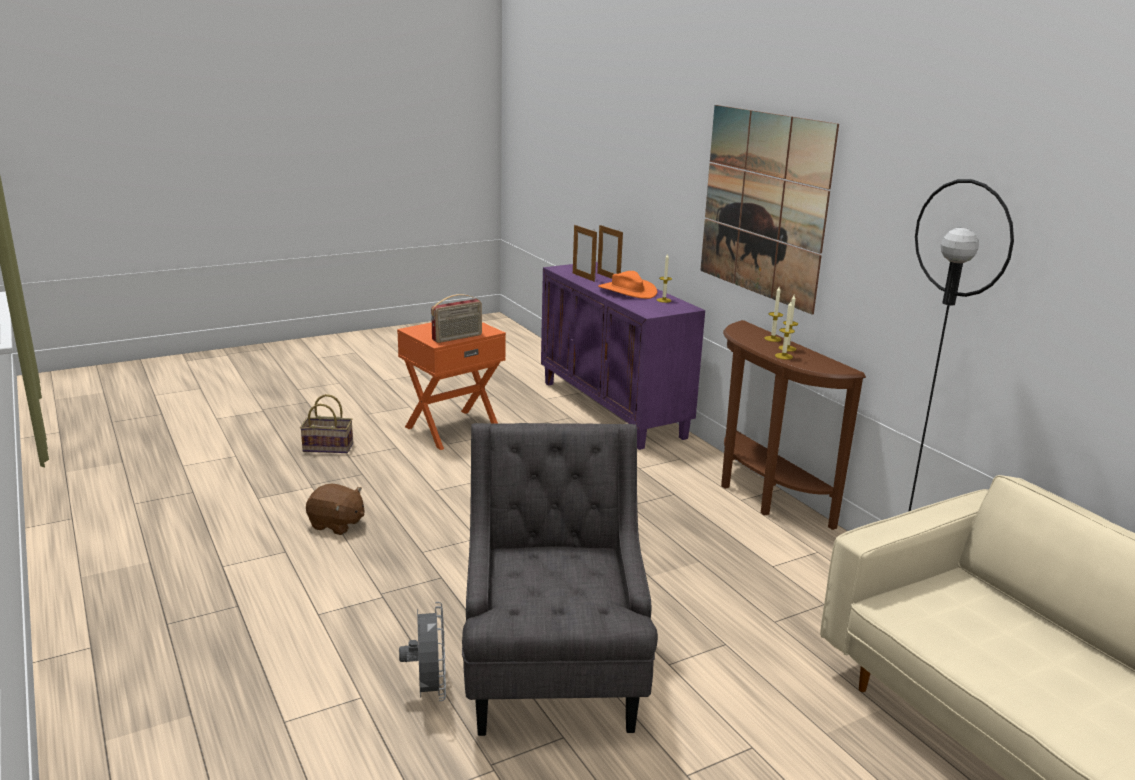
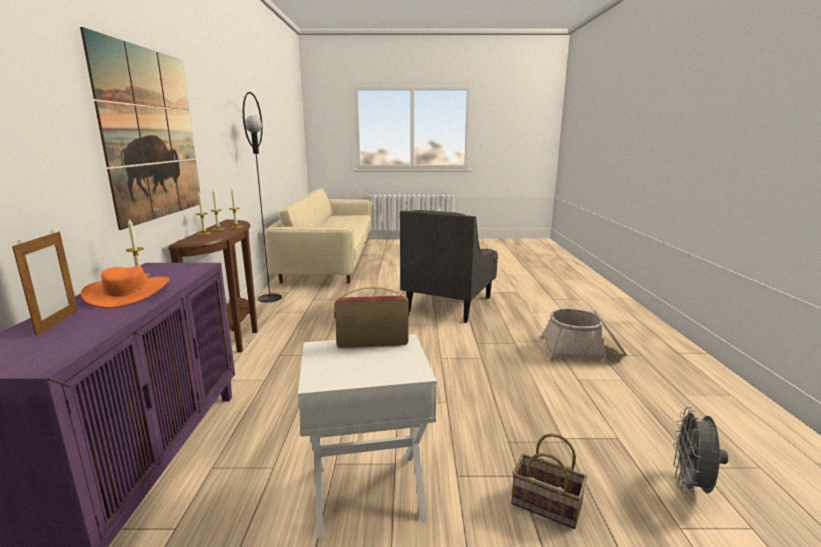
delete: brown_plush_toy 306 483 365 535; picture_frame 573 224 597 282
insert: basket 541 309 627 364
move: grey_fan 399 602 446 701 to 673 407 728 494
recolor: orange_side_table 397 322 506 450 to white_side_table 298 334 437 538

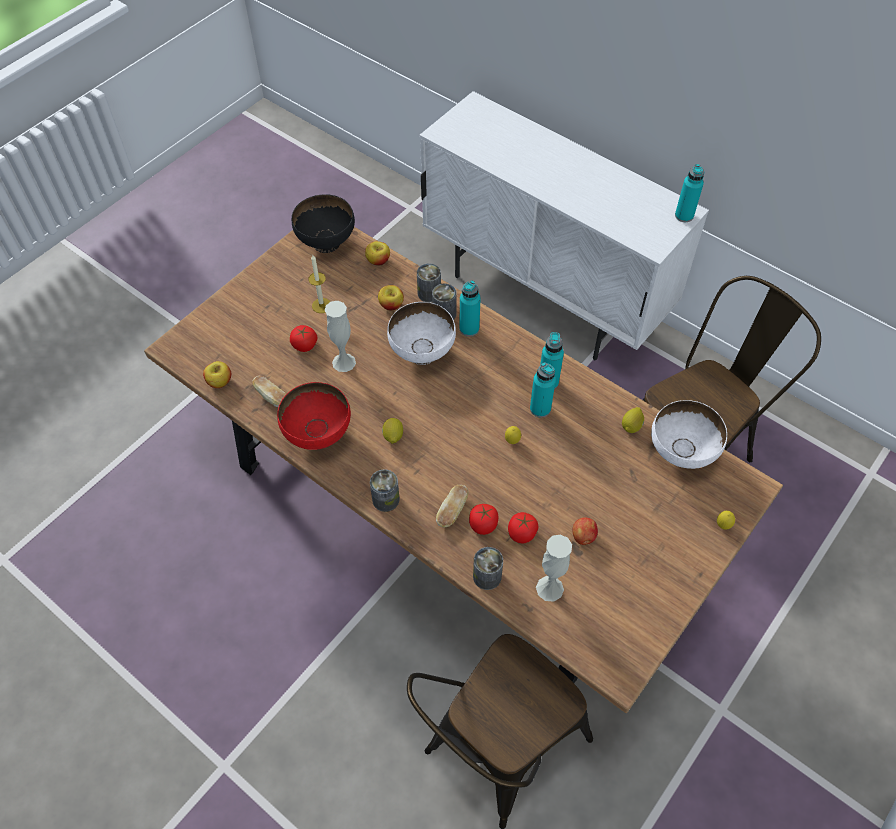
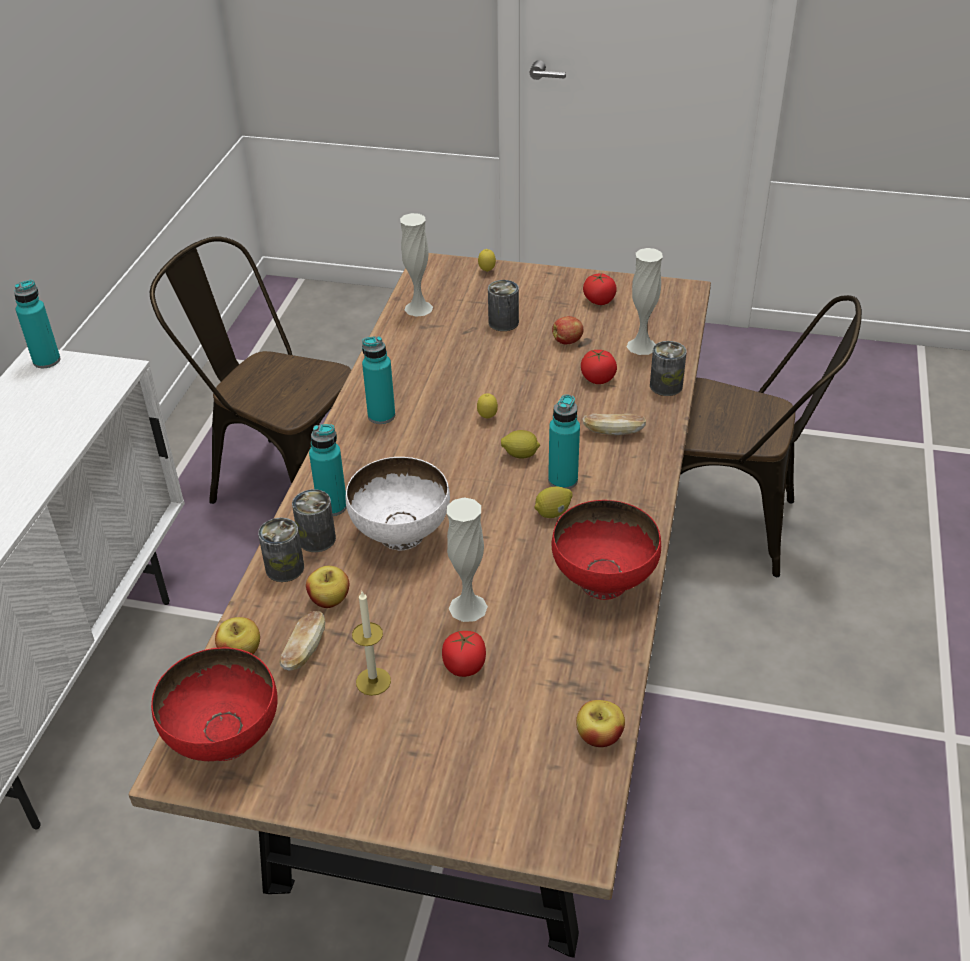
move: bread 252 376 286 407 to 279 611 325 671; can 370 469 400 512 to 488 280 519 331; tomato 469 504 498 535 to 583 273 617 305; turquoise_bottle 530 362 556 417 to 548 394 580 489; lemon 622 407 644 433 to 501 430 540 459
replace: white_bowl 651 400 727 469 to white_vase 400 213 433 317
recolor: black_bowl 292 194 355 253 to red_bowl 151 647 277 761

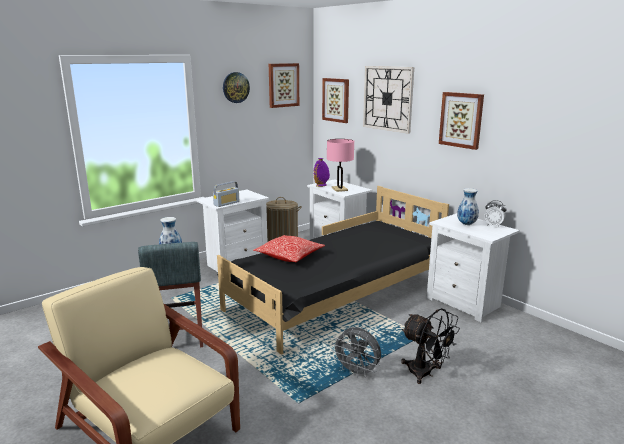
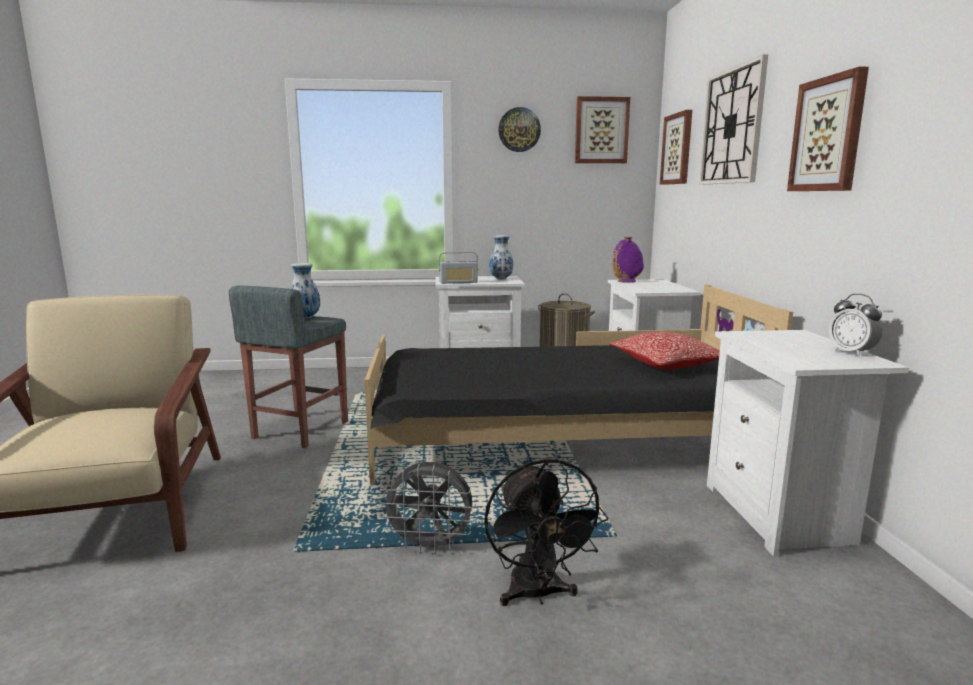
delete: pink_table_lamp 327 139 354 192
move: pillow 253 235 325 262 to 609 332 720 370; vase 457 188 479 225 to 489 235 513 279
rotate: grey_fan 331 327 381 378 = 379 462 476 555 60 degrees counterclockwise

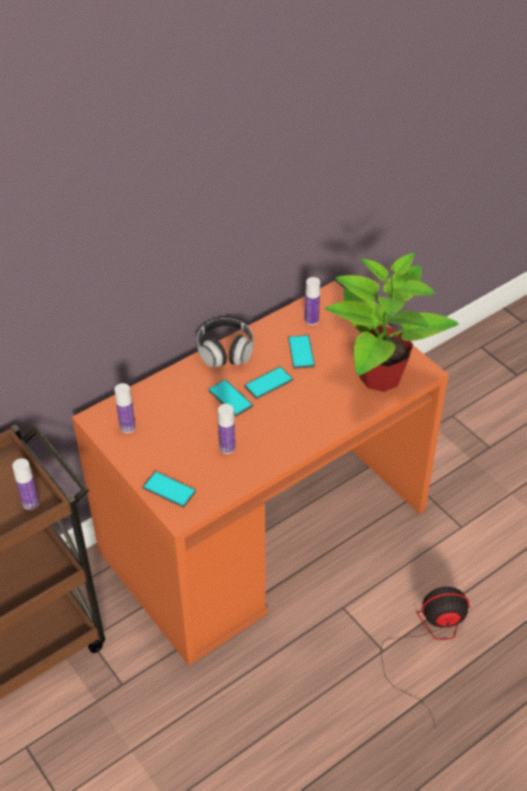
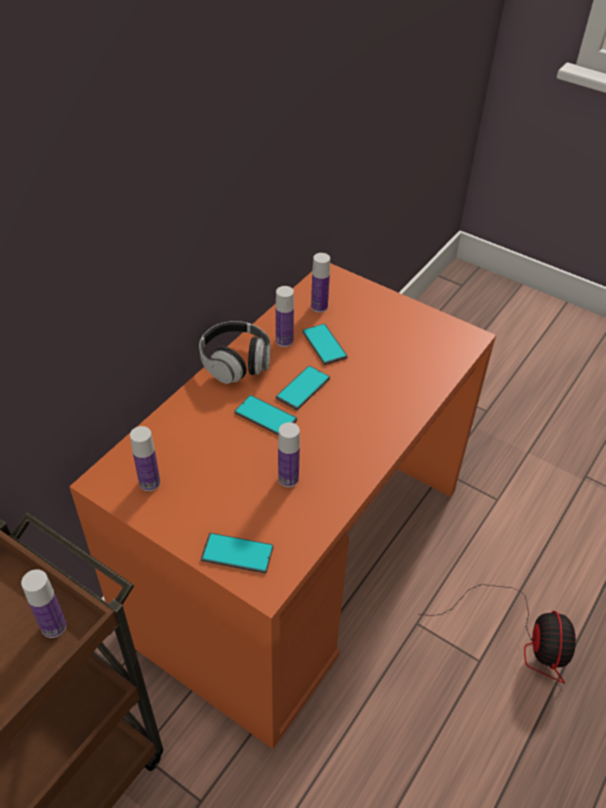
delete: potted_plant 325 253 459 392
insert: bottle 276 286 294 347
rotate: fan 380 587 470 729 = 419 584 576 684 120 degrees clockwise

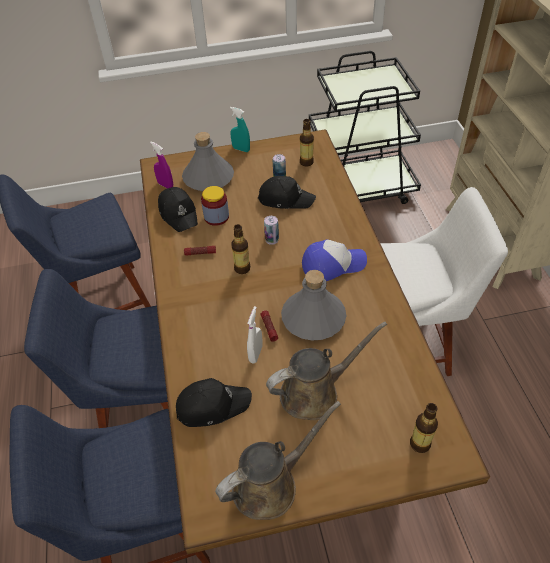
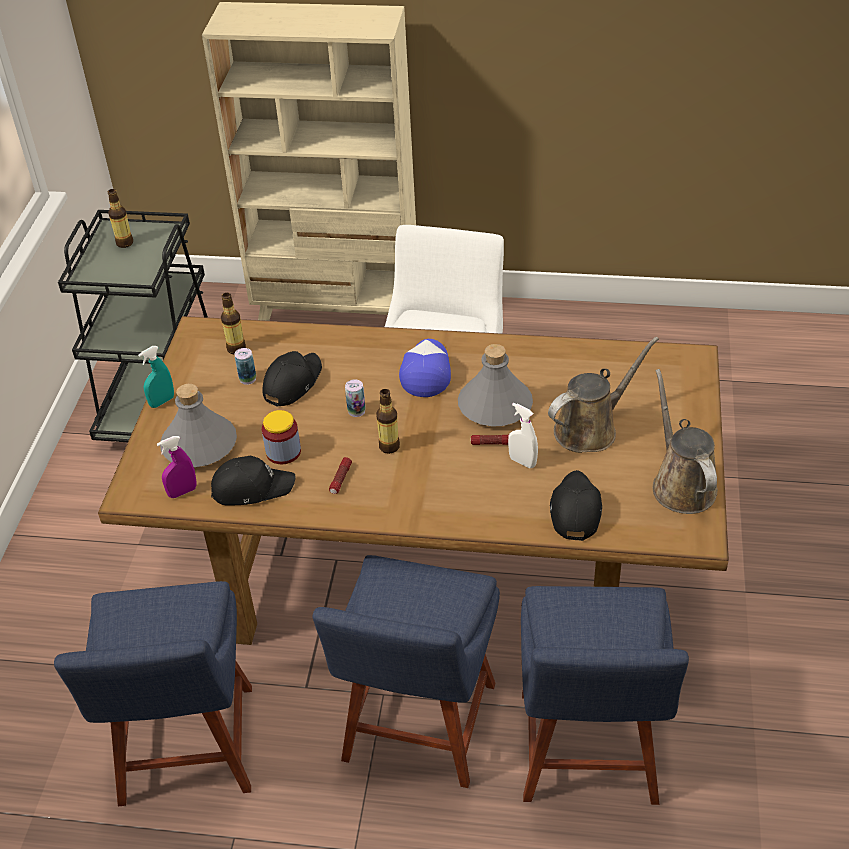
move: bottle 410 403 438 453 to 108 189 133 248
rotate: brown_watering_can 266 322 387 420 = 548 337 659 453 60 degrees clockwise

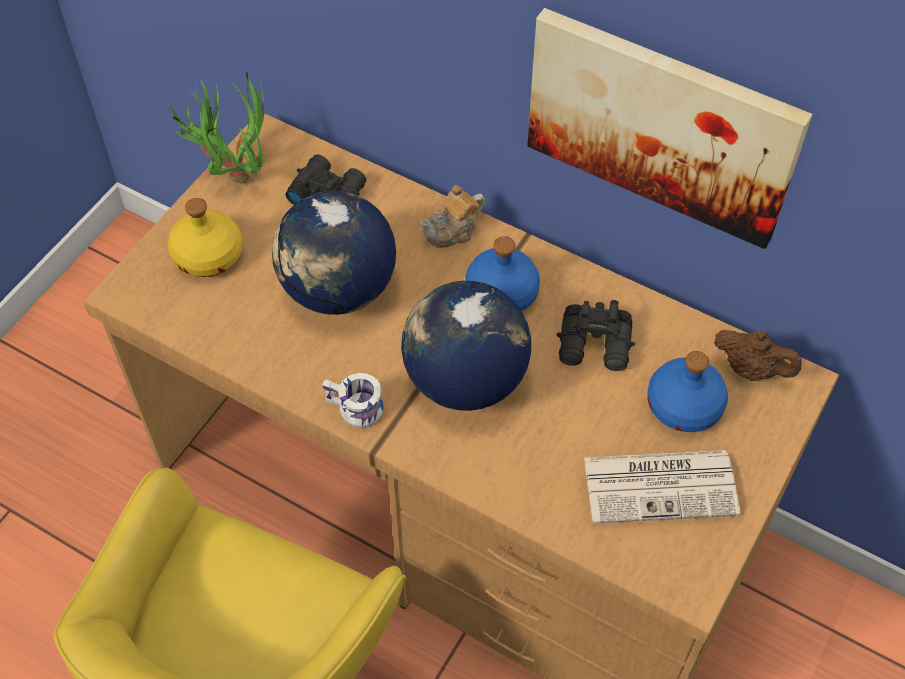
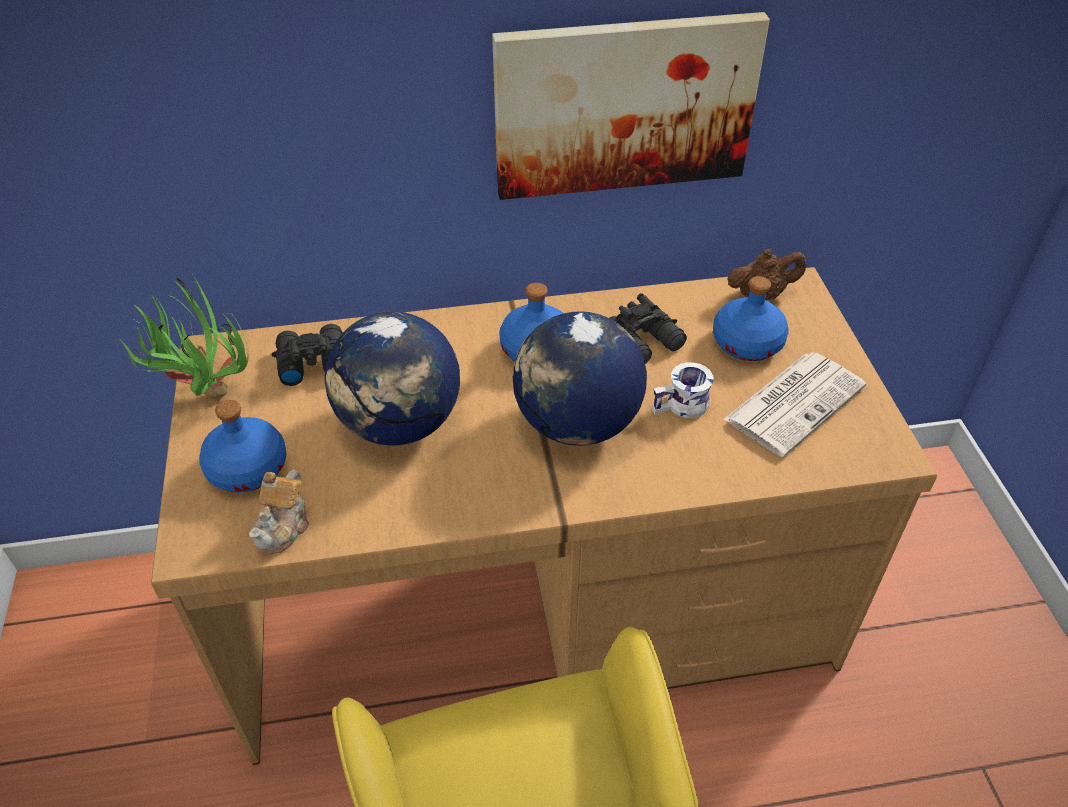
move: white_mug 322 373 384 428 to 652 362 714 418; teapot 420 185 485 248 to 249 470 309 554
recolor: yellow_bottle 168 198 243 277 to blue_bottle 199 400 287 493

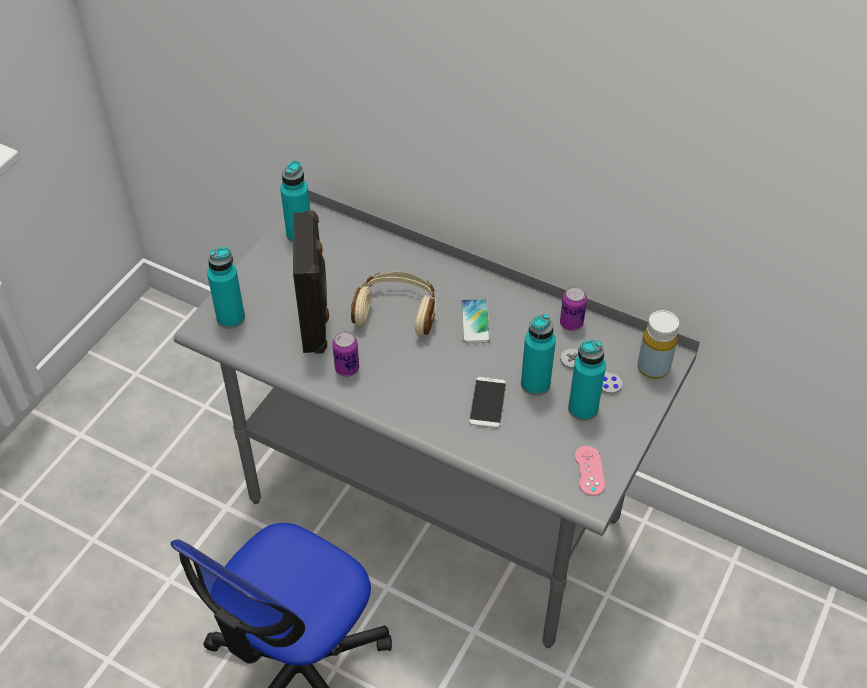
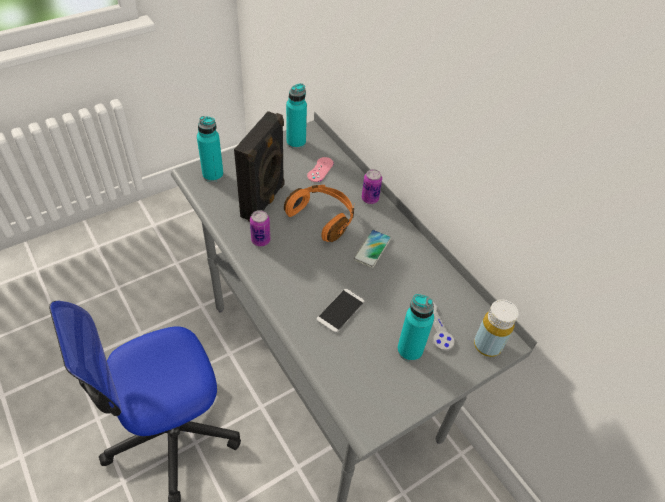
delete: turquoise_bottle 521 314 556 396
move: can 560 286 587 331 to 362 169 382 204; pink_game_controller 575 446 605 496 to 307 157 334 182
recolor: beige_headphones 351 272 436 337 to orange_headphones 284 185 354 242

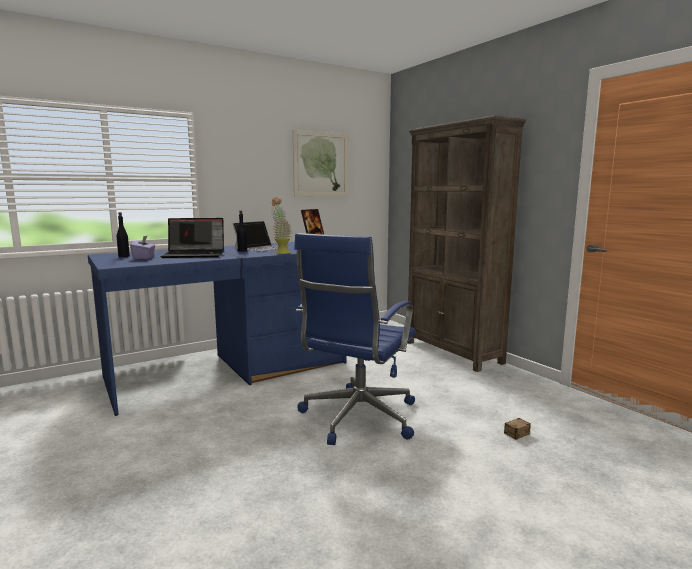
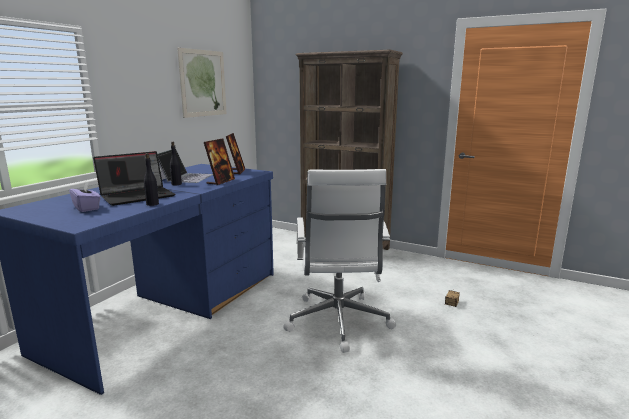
move: black_bottle 117 212 130 257 to 144 153 159 206
replace: potted_plant 271 197 292 254 to picture_frame 204 138 235 185
recolor: blue_office_chair 294 233 415 445 to white_office_chair 284 169 396 353

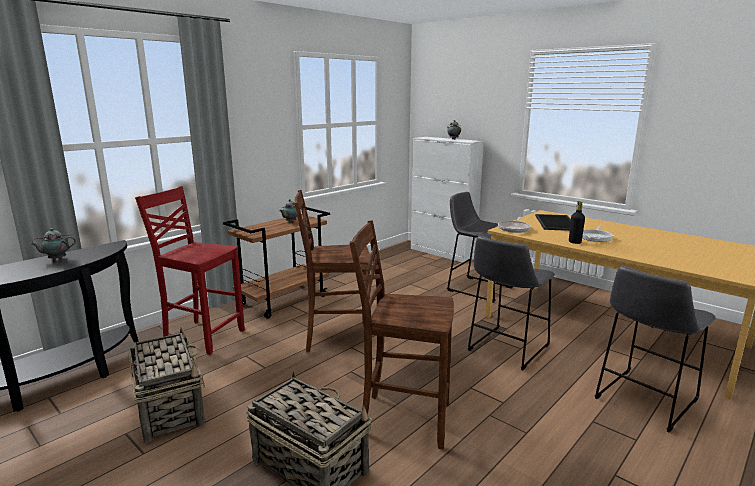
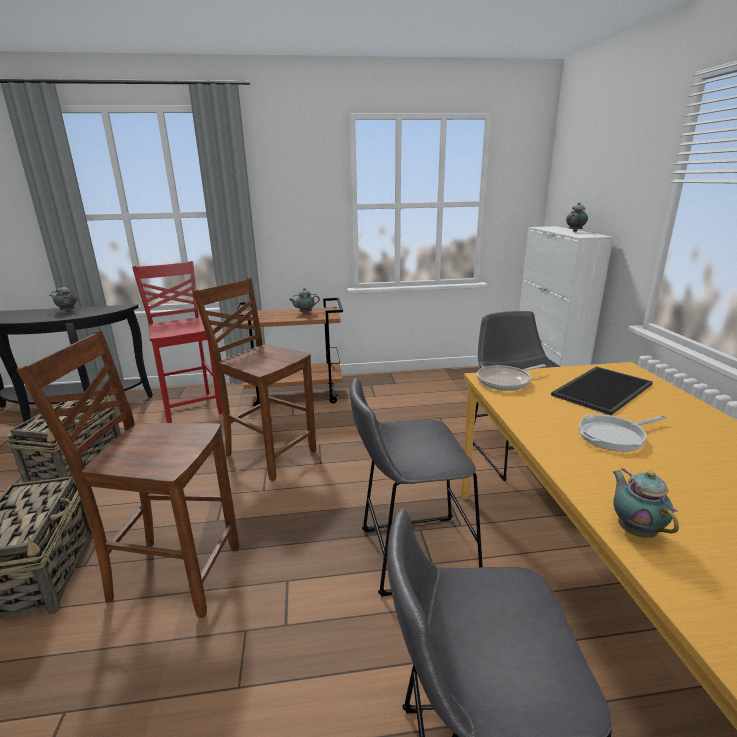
delete: black_bottle 569 201 585 244
insert: teapot 612 468 679 538
rotate: brown_chair 350 220 454 449 = 16 330 239 618 45 degrees counterclockwise

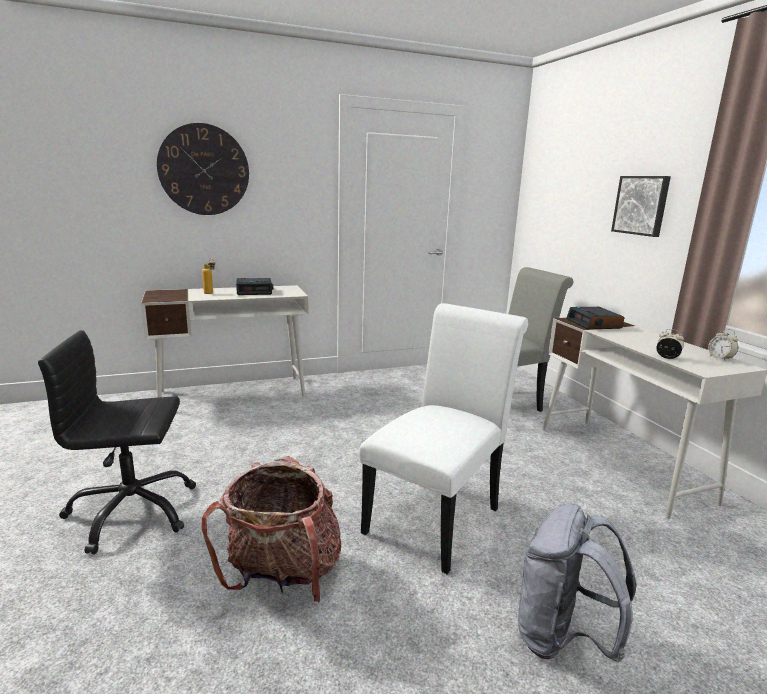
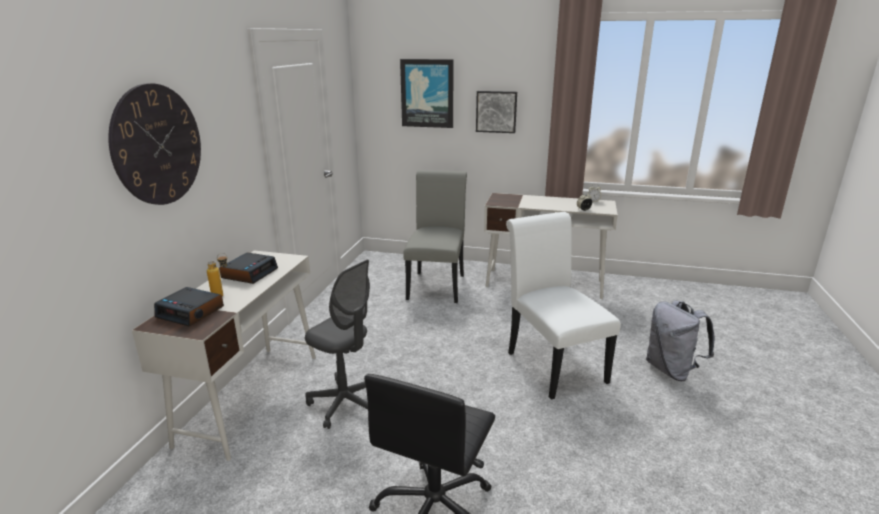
delete: backpack 202 456 341 602
insert: grey_office_chair 305 260 370 429; picture 400 59 454 128
move: alarm_clock 567 307 624 329 to 154 287 224 327

